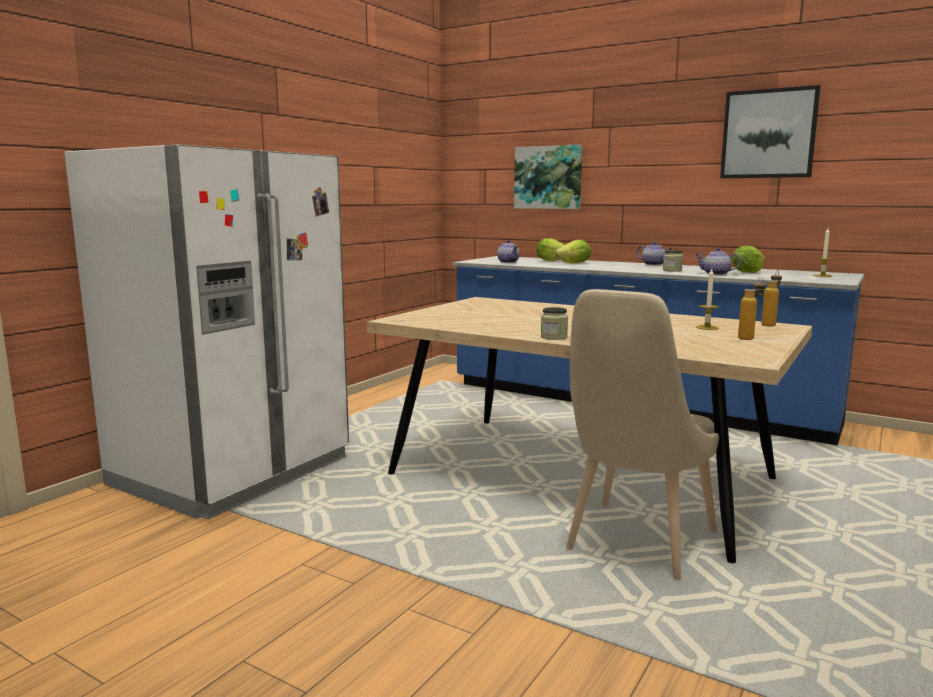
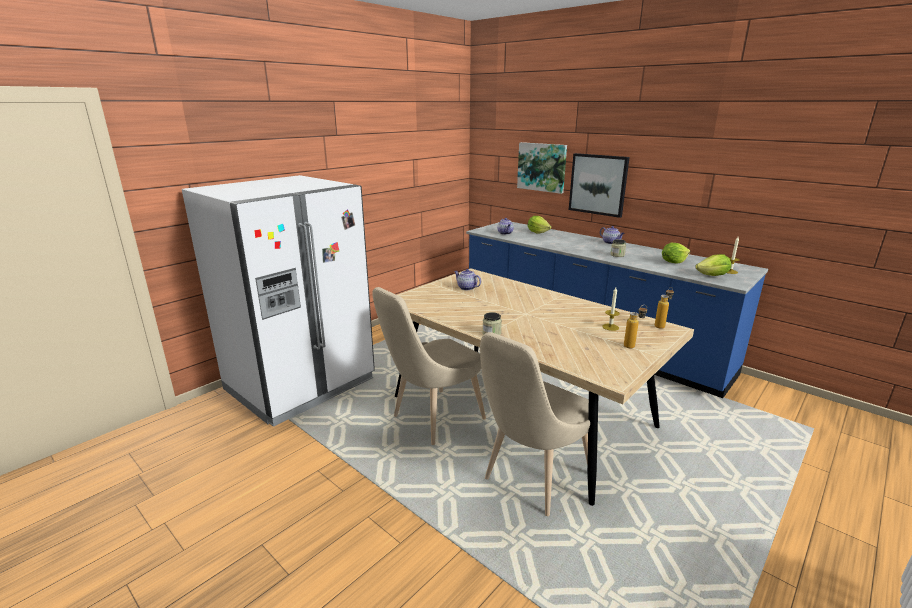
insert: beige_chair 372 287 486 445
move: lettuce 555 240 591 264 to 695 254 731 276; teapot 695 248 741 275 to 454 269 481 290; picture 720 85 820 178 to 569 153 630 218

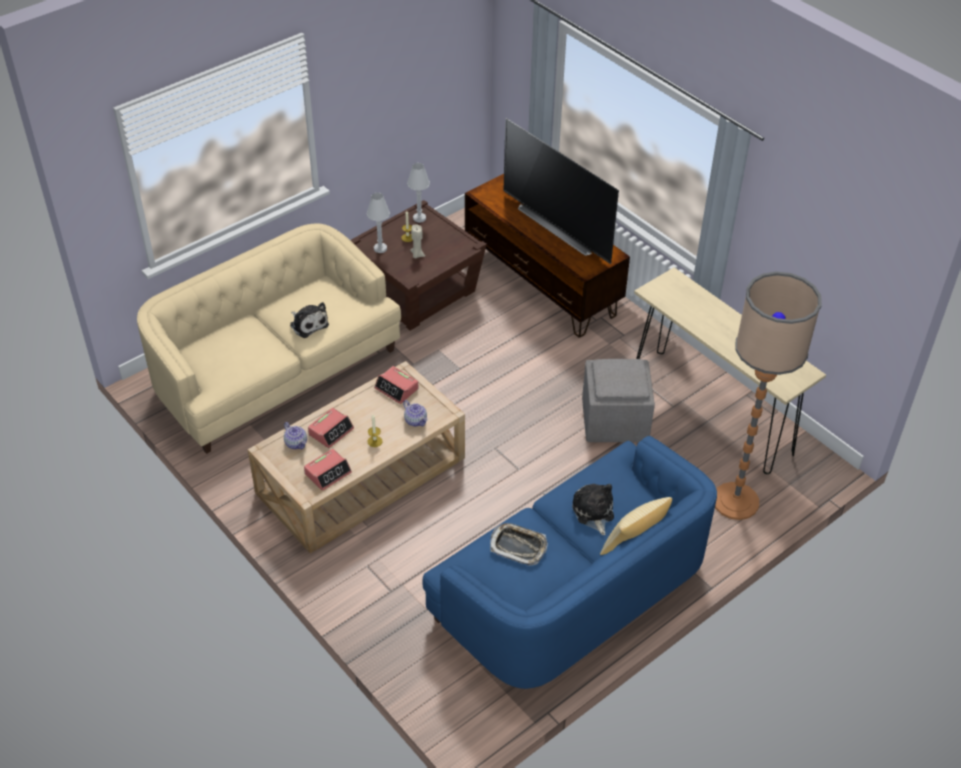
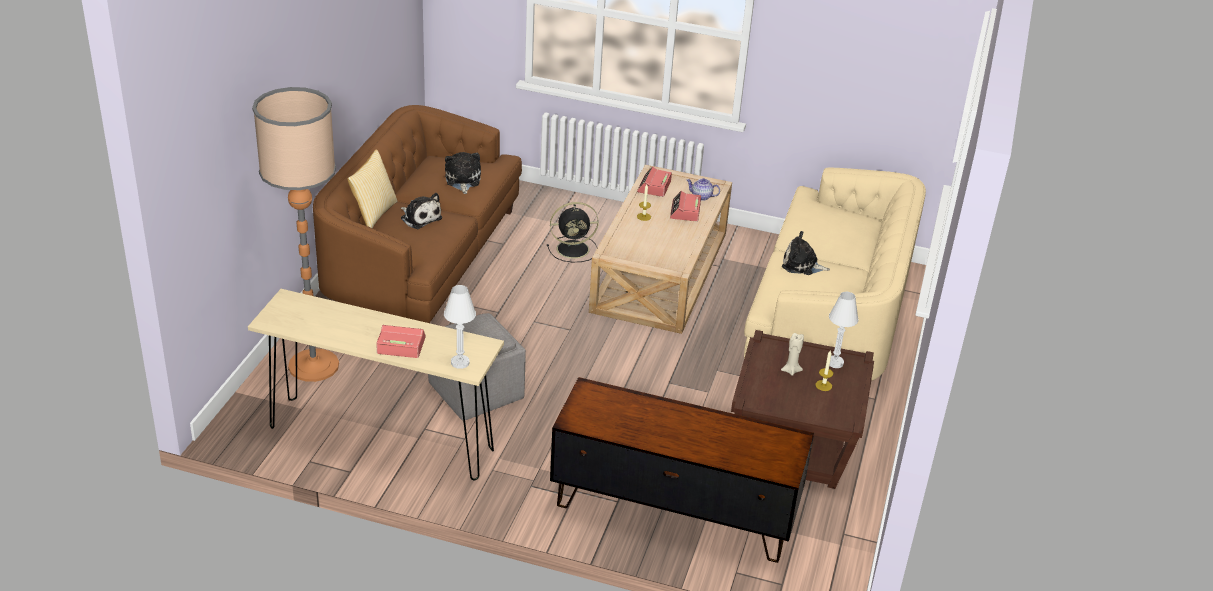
delete: teapot 403 400 428 426; television 503 118 619 264
insert: black_fan 547 202 599 262
move: alarm_clock 374 366 419 404 to 376 325 426 358; white_table_lamp 407 163 430 223 to 444 285 476 369
replace: tray 490 523 548 566 to plush_toy 445 152 481 194
recolor: blue_sofa 423 436 717 689 to brown_sofa 313 105 522 323

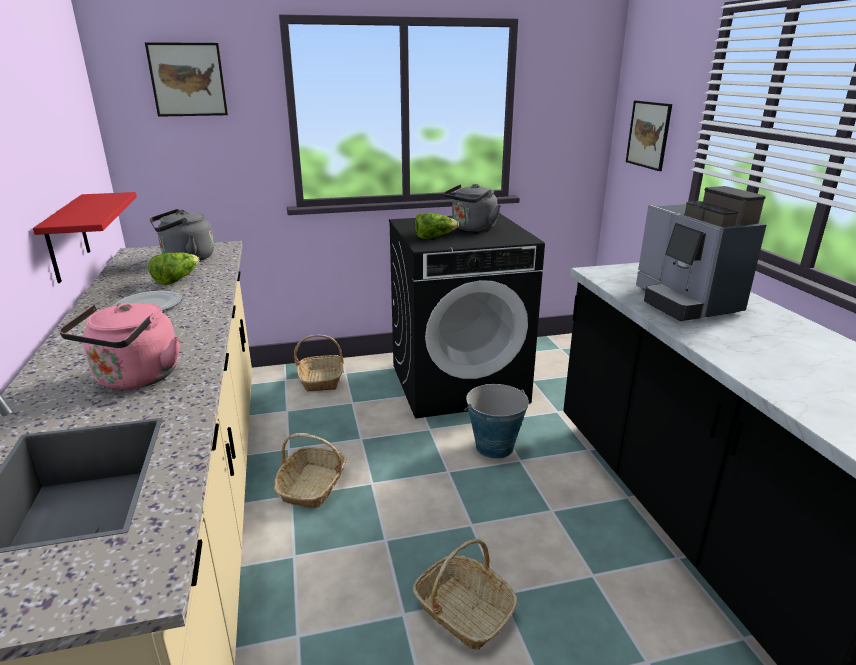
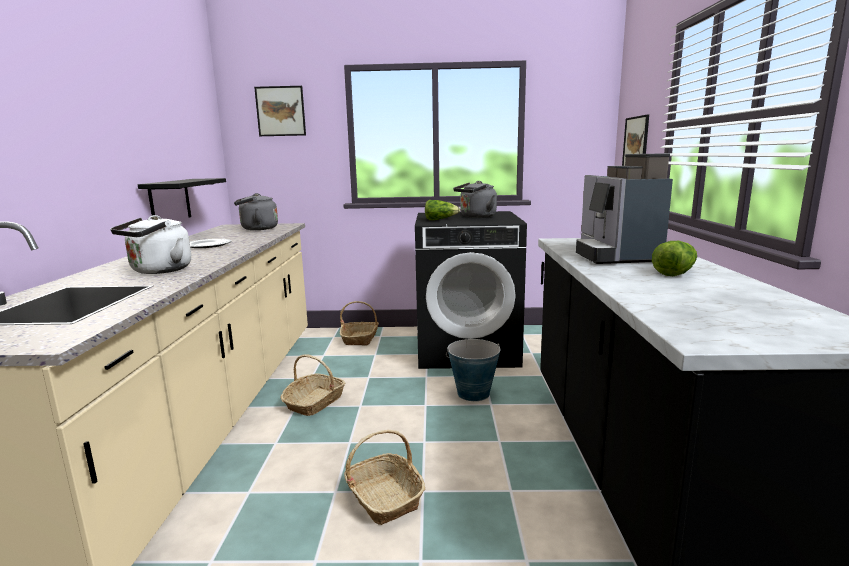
move: lettuce 148 252 199 285 to 652 241 697 276
recolor: red_shelf 33 192 137 283 to black_shelf 138 178 226 218; pink_kettle 59 303 179 390 to white_kettle 110 215 191 274

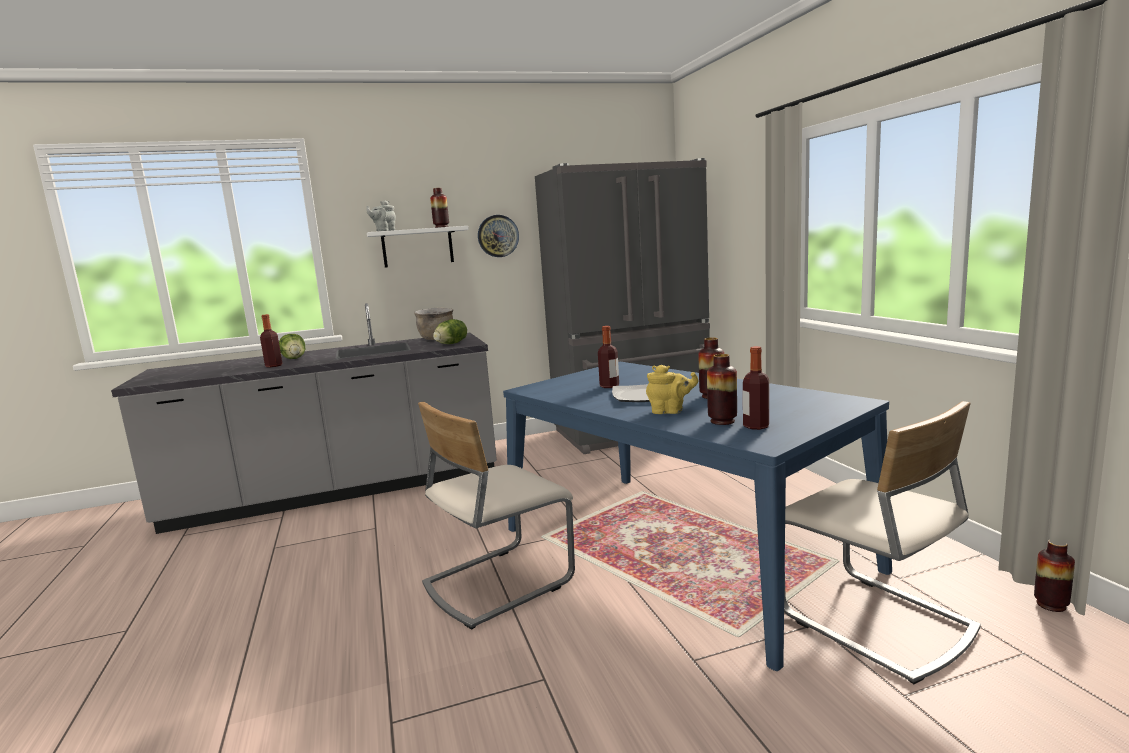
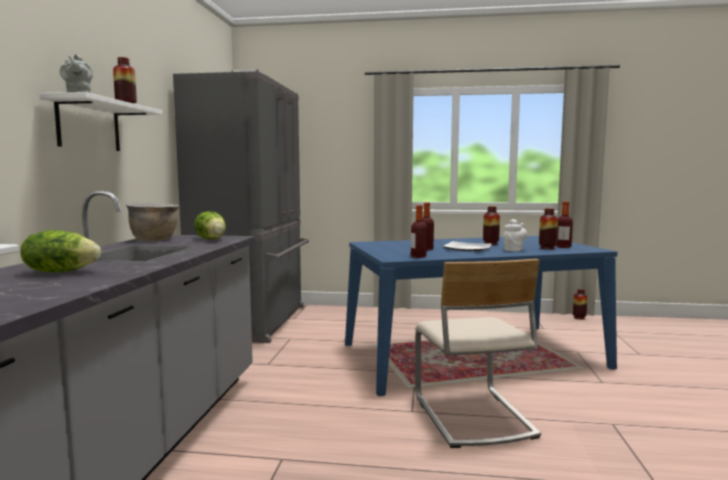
delete: wall_clock 478 215 519 257; beige_chair 784 401 981 684
move: bottle 260 314 282 368 to 411 205 427 258
recolor: yellow_teapot 646 365 698 414 to white_teapot 503 219 527 251

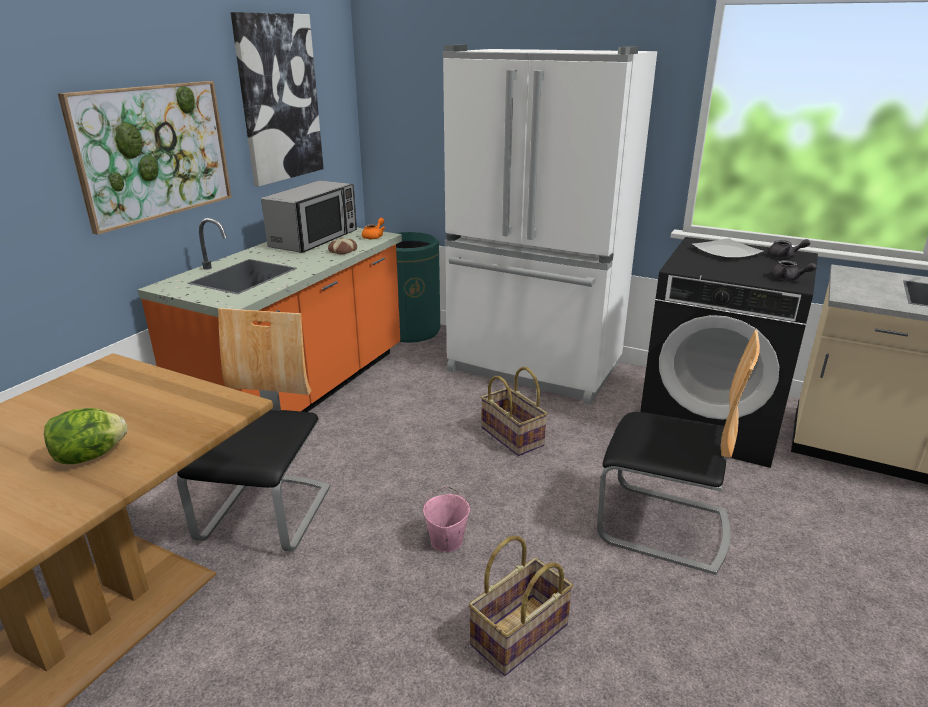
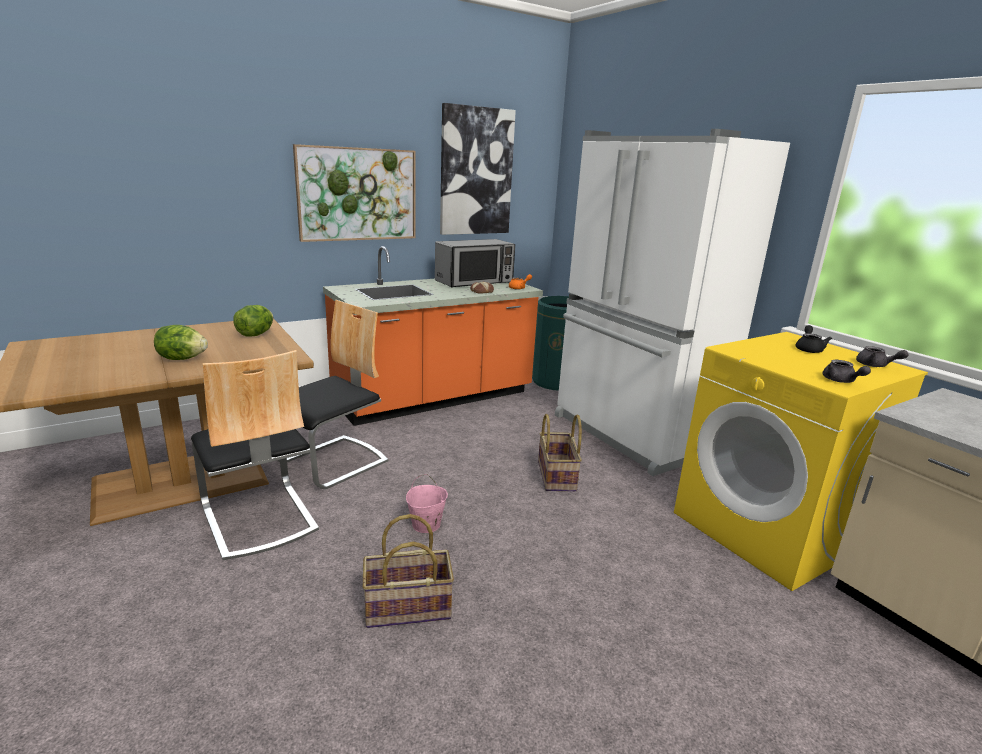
insert: lettuce 233 305 273 337
move: chair 597 330 760 575 to 191 350 319 560
replace: plate 692 238 764 259 to black_teapot 796 325 832 353
recolor: black_washing_machine 640 237 818 468 to yellow_washing_machine 674 332 928 591

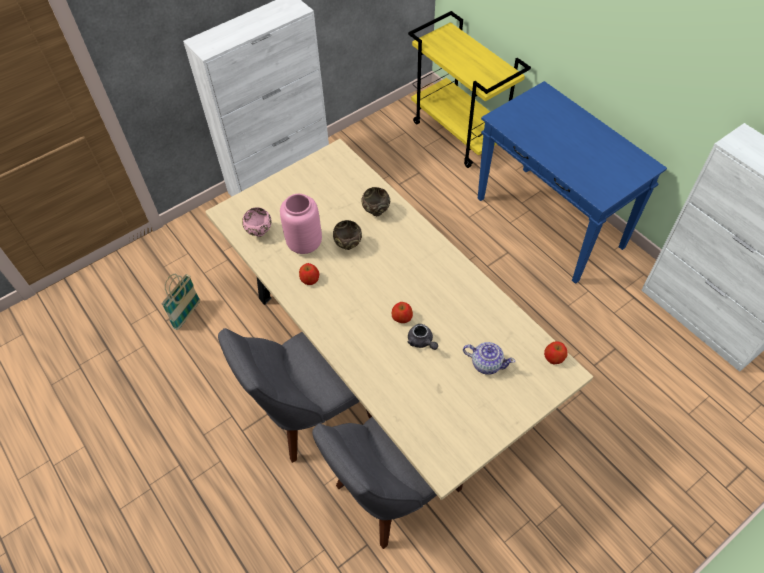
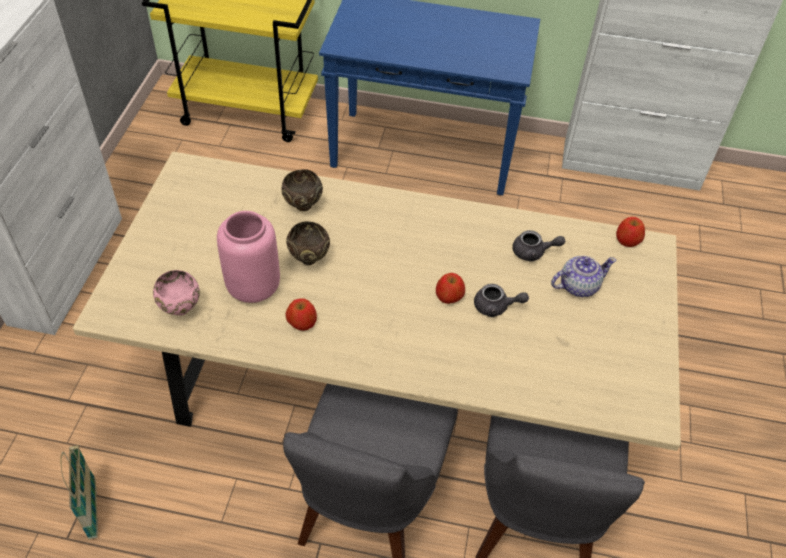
insert: grey_teapot 513 230 565 262

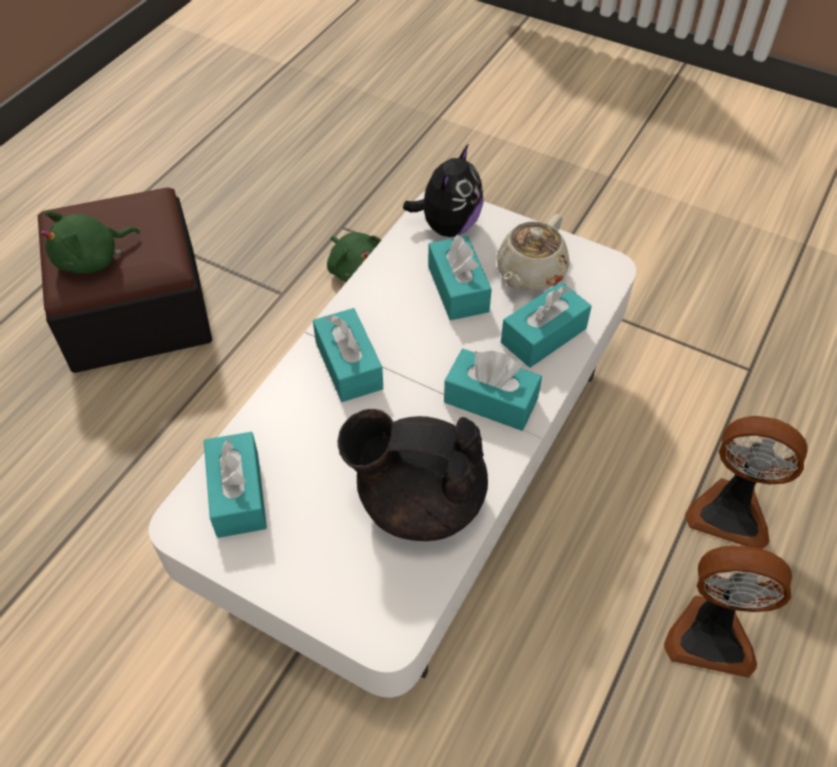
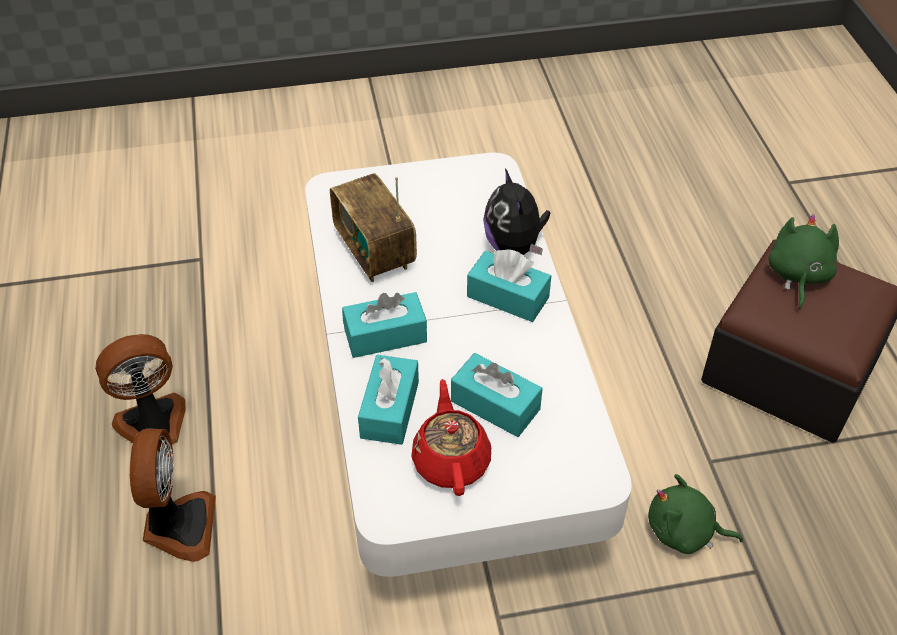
delete: turquoise_tissue_box 204 432 267 538
move: plush_toy 403 143 484 237 to 483 168 551 255
replace: black_teapot 338 409 488 541 to radio 330 173 417 282
recolor: beige_teapot 496 214 570 291 to red_teapot 411 379 491 496
rotate: fan 685 416 807 549 = 130 429 216 562 105 degrees clockwise

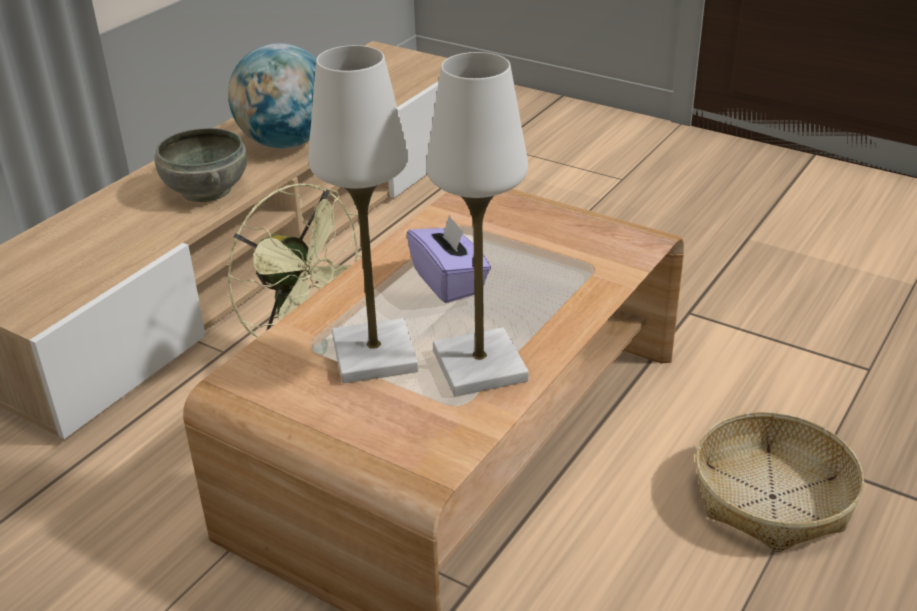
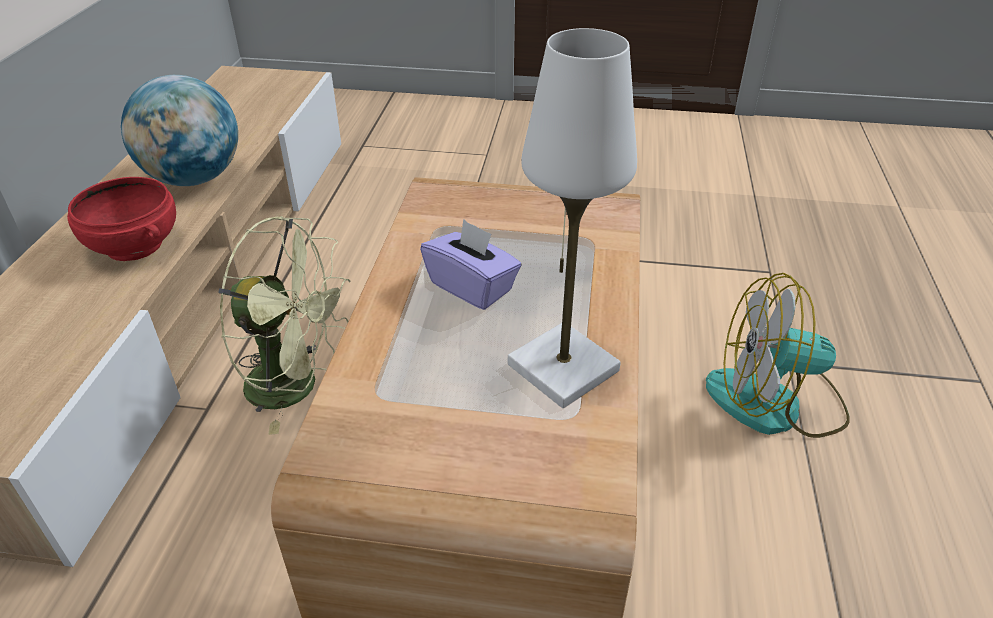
delete: white_table_lamp 308 45 418 383
replace: basket 695 412 865 552 to fan 706 273 850 438
recolor: grey_bowl 155 128 247 202 to red_bowl 67 177 176 261

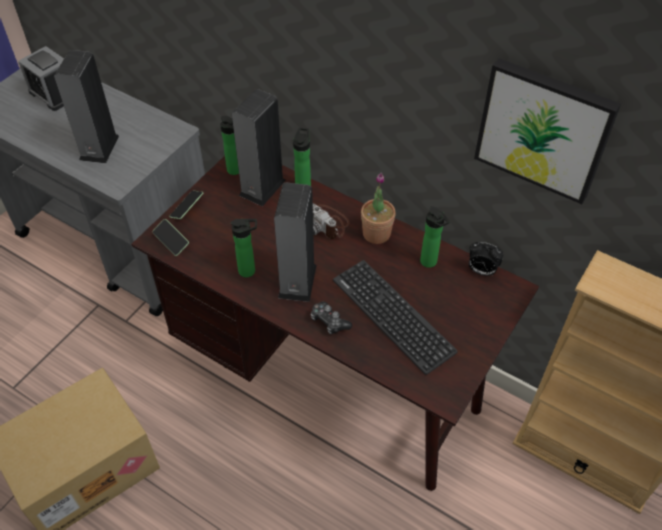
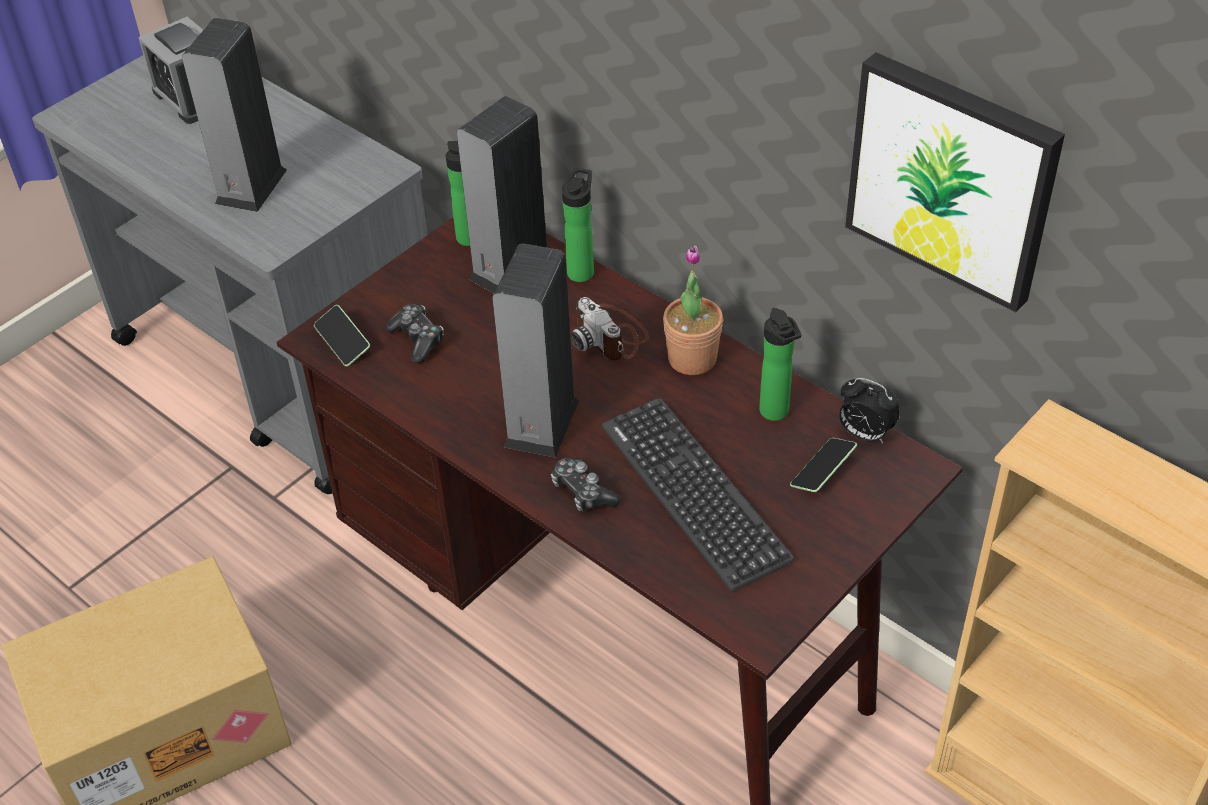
delete: bottle 231 219 257 277
insert: game_controller 385 304 444 363
move: phone 169 191 203 219 to 790 438 857 492

